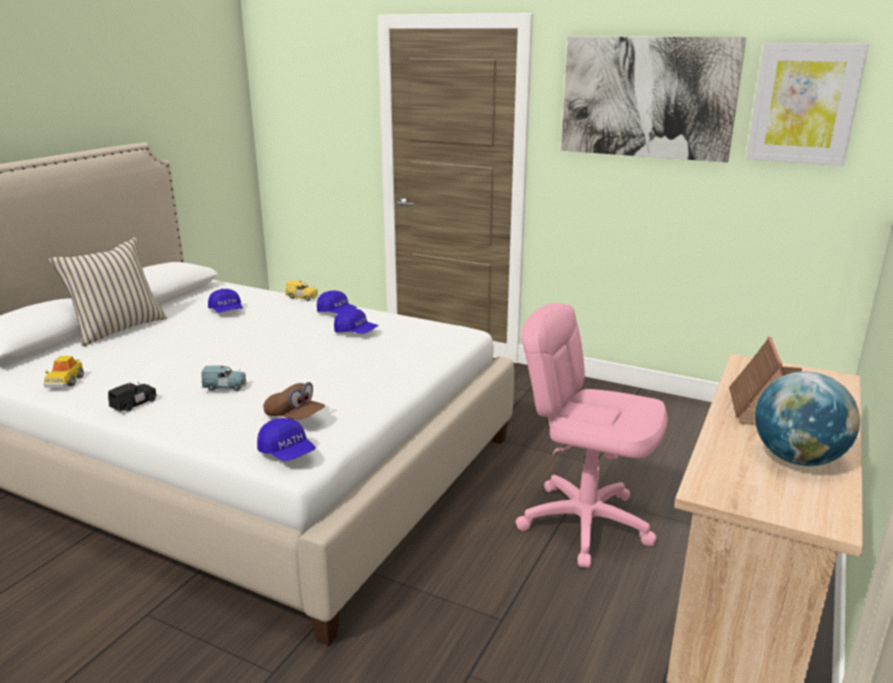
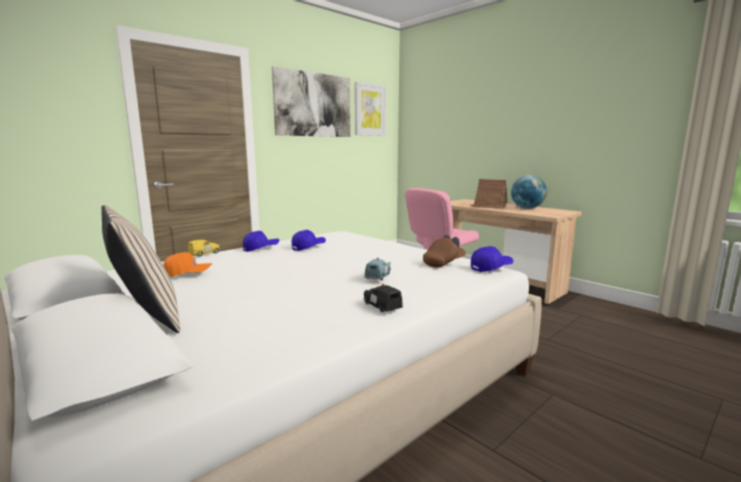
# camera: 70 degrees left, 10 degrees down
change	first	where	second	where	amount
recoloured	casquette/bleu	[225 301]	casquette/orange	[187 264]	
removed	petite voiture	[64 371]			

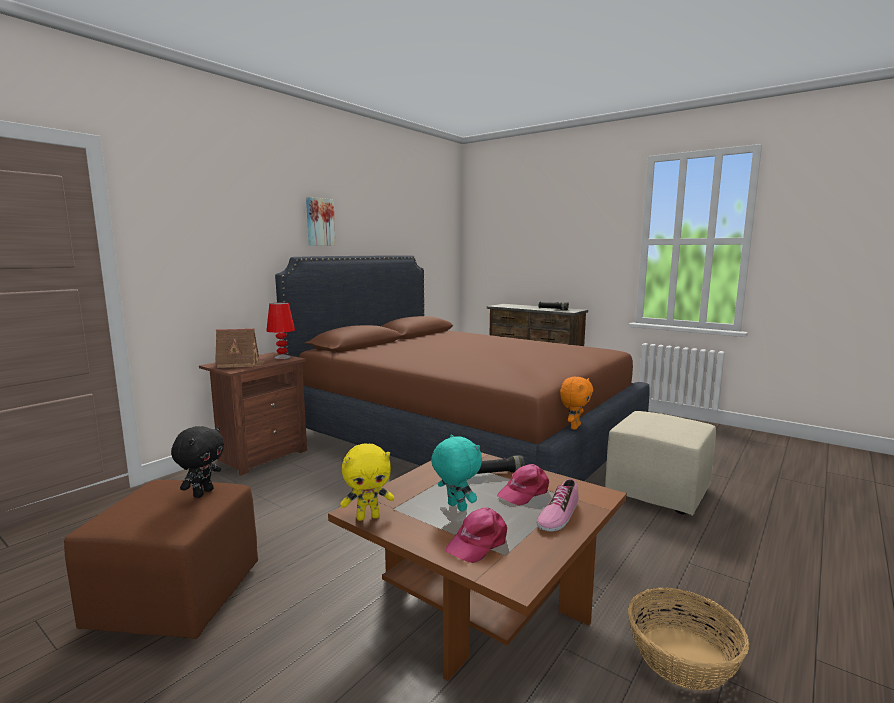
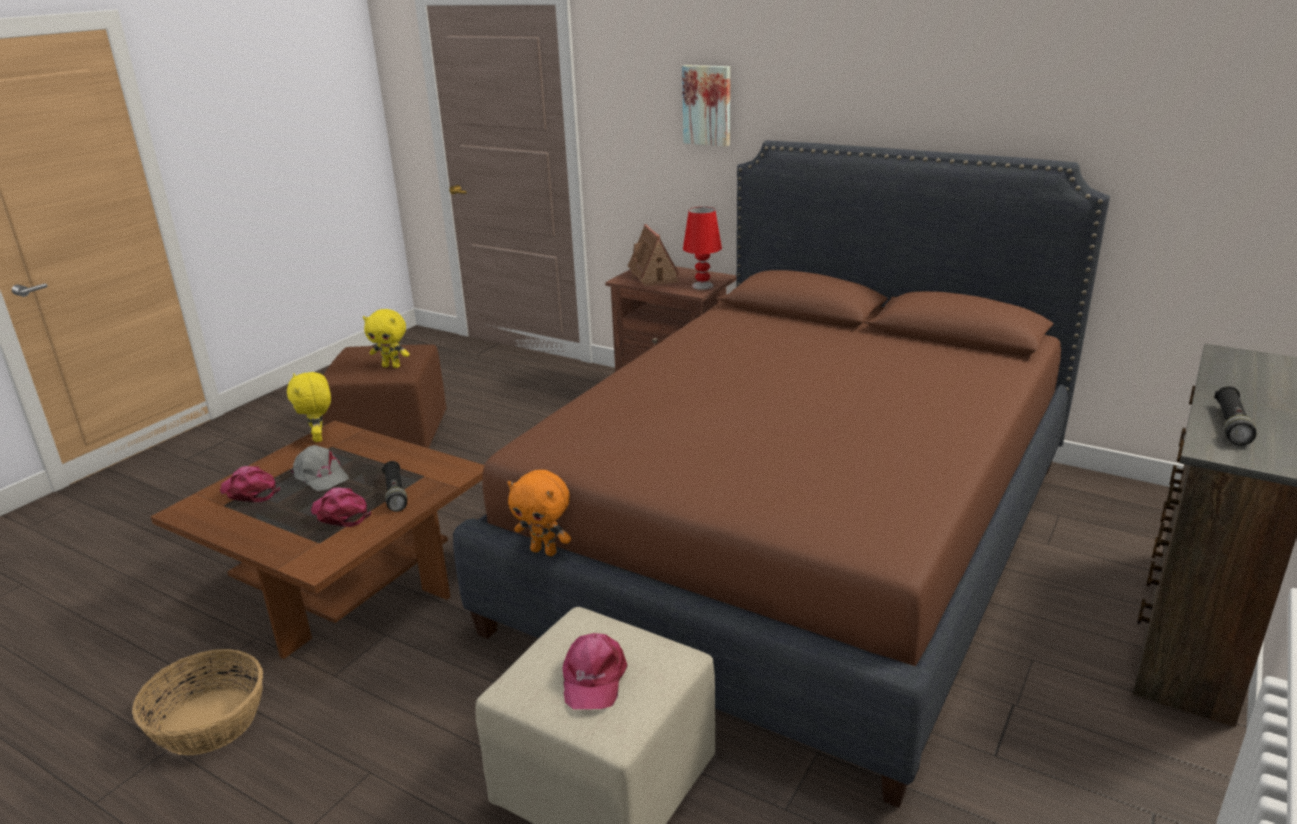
# camera: 85 degrees right, 15 degrees up
change	first	where	second	where	amount
moved	tableau	[321 221]		[706 105]	
recoloured	peluche/noir	[197 462]	peluche/jaune	[386 338]	
replaced	peluche/turquoise	[456 473]	casquette/gris	[319 468]	
removed	chaussure	[558 505]			
added			casquette/rose	[595 671]	

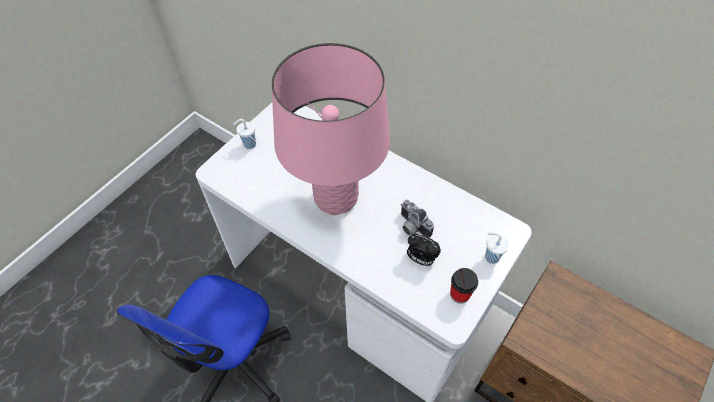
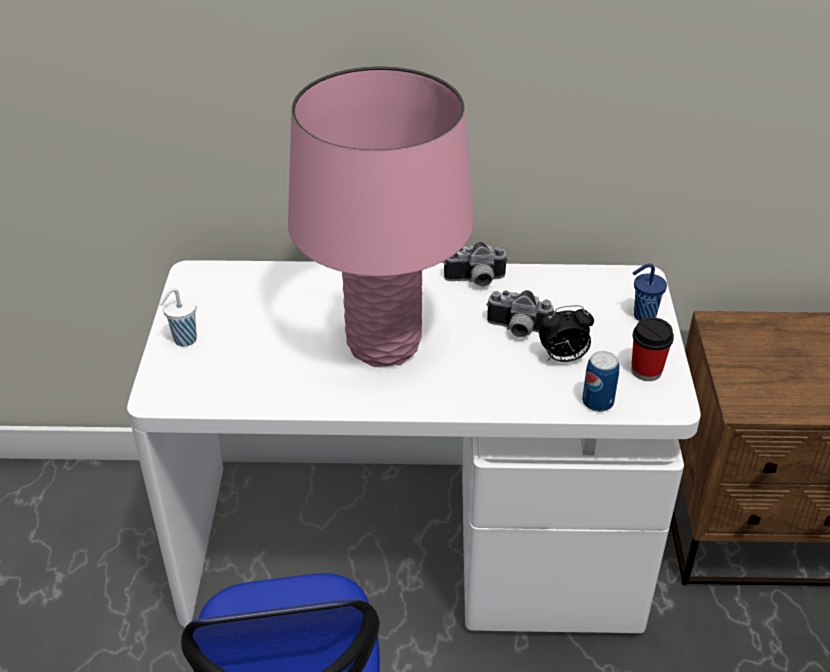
# camera: 35 degrees left, 15 degrees down
change	first	where	second	where	amount
recoloured	tasse/blanc	[497 248]	tasse/bleu	[650 292]	
added			appareil photo	[476 264]	
added			boîte métallique	[600 381]	

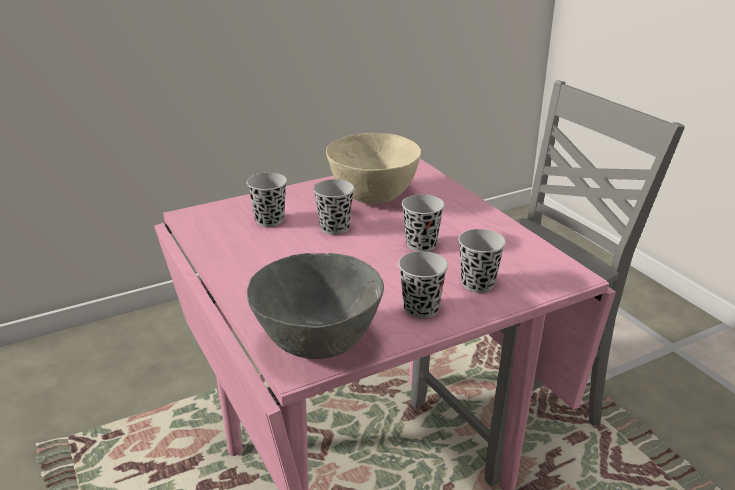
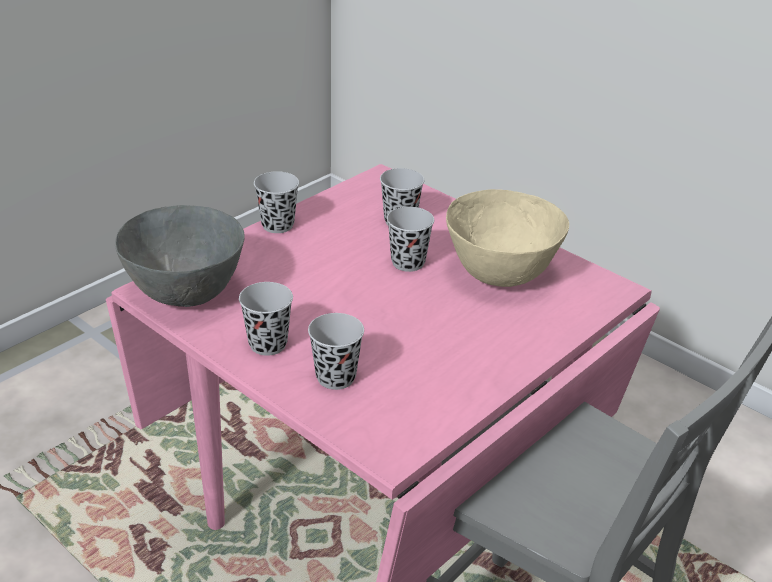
# camera: 70 degrees right, 5 degrees up
change	first	where	second	where	amount
moved	tasse/noir	[423 223]		[276 202]	

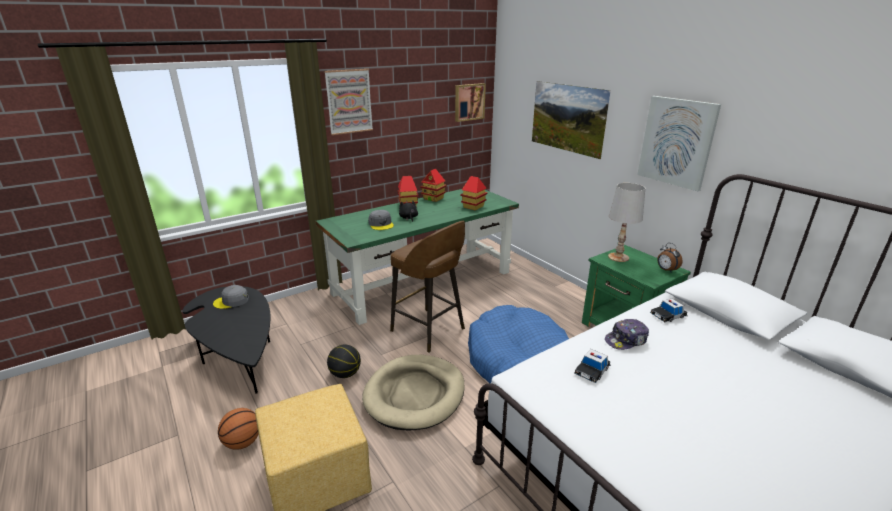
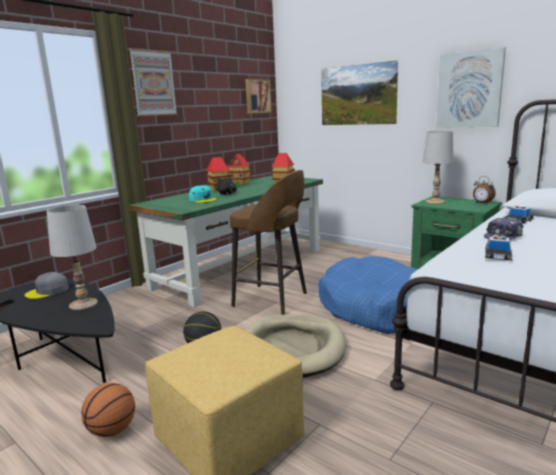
# camera: 15 degrees left, 10 degrees down
change	first	where	second	where	amount
recoloured	casquette/gris	[381 220]	casquette/turquoise	[203 194]	
added			lampe de table/blanc	[72 257]	

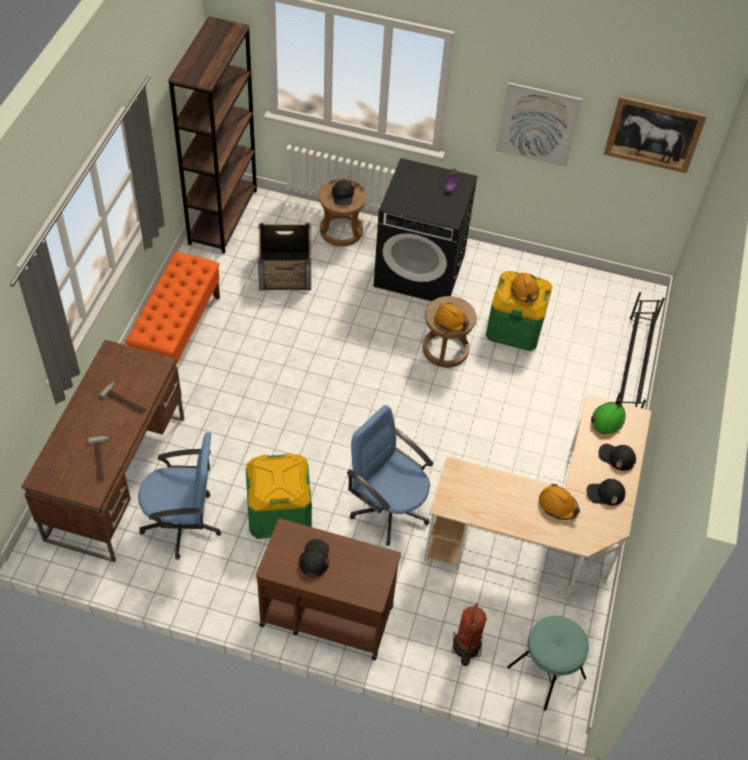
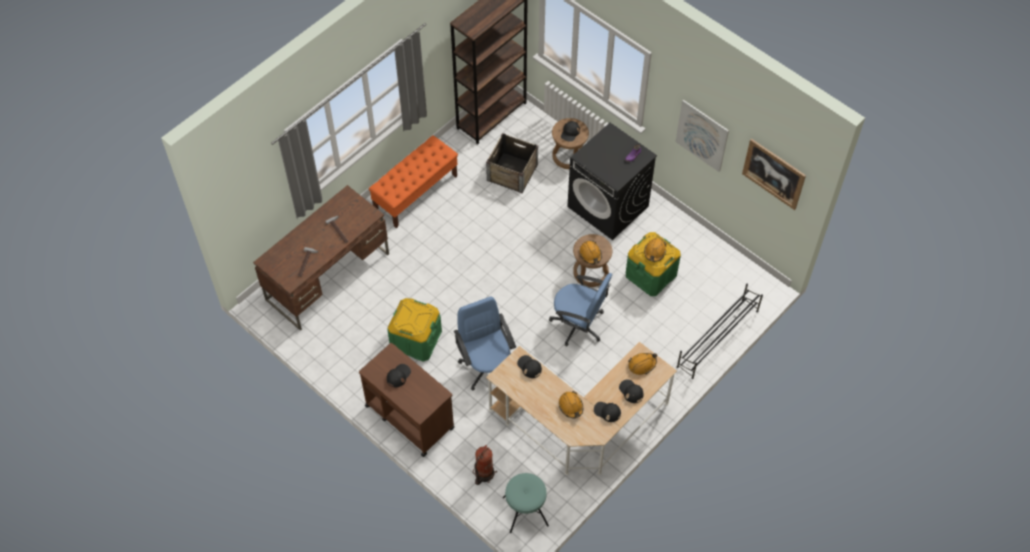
# camera: 30 degrees right, 5 degrees up
change	first	where	second	where	amount
recoloured	casque de chantier/vert	[608 416]	casque de chantier/orange	[642 364]	
moved	chaise de bureau/bleu	[179 496]		[580 309]	
added			casquette/noir	[529 366]	

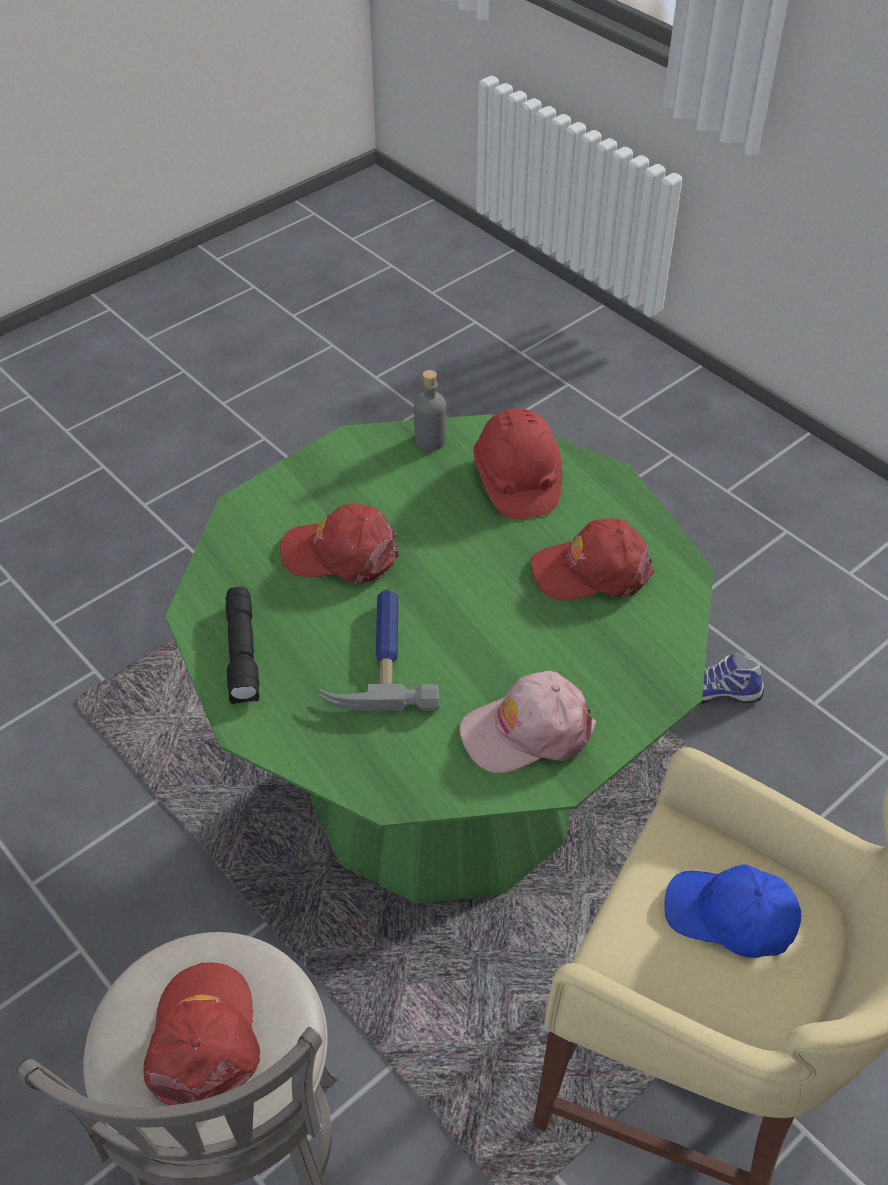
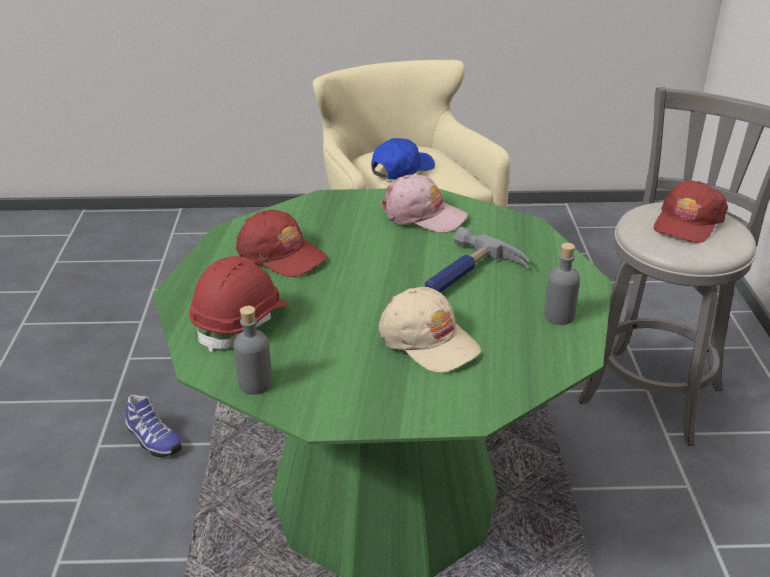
# camera: 140 degrees left, 15 degrees down
change	first	where	second	where	amount
recoloured	casquette/rouge	[339 543]	casquette/beige	[429 330]	
replaced	lampe de poche/noir	[242 645]	bouteille/gris	[562 284]	
turned	casquette/bleu	[732 911]		[403 159]	105 degrees counterclockwise

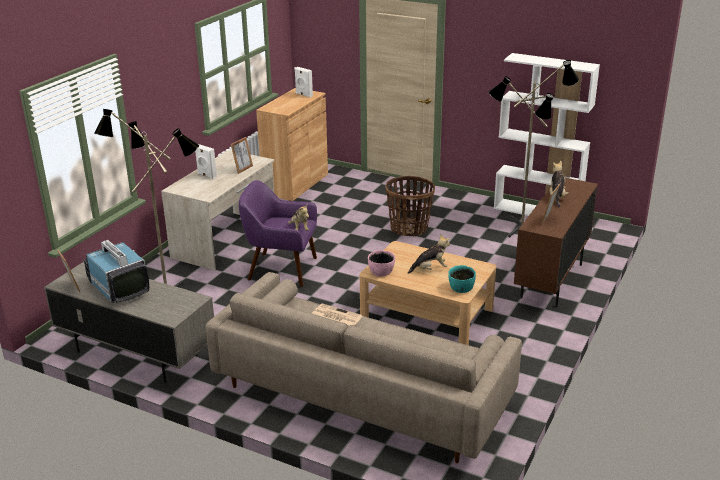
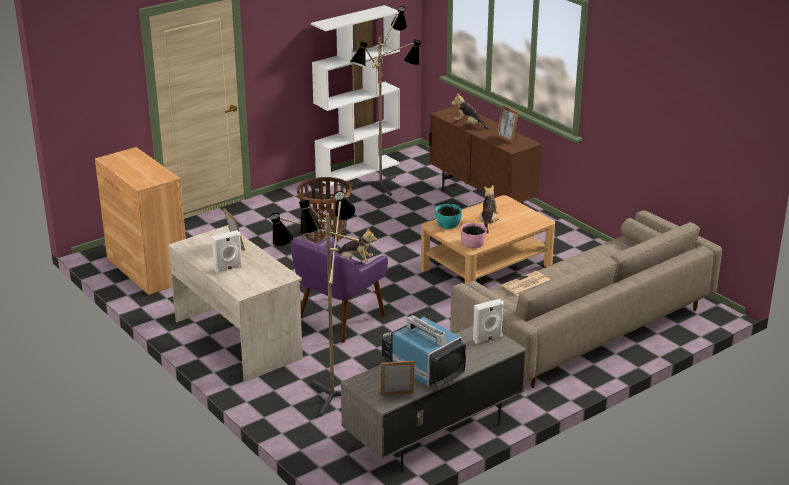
# camera: 65 degrees left, 0 degrees up
change	first	where	second	where	amount
moved	enceinte/blanc	[303 82]		[488 321]	
turned	téléviseur	[116 271]		[423 351]	60 degrees clockwise
moved	bol/turquoise	[462 279]		[448 216]	

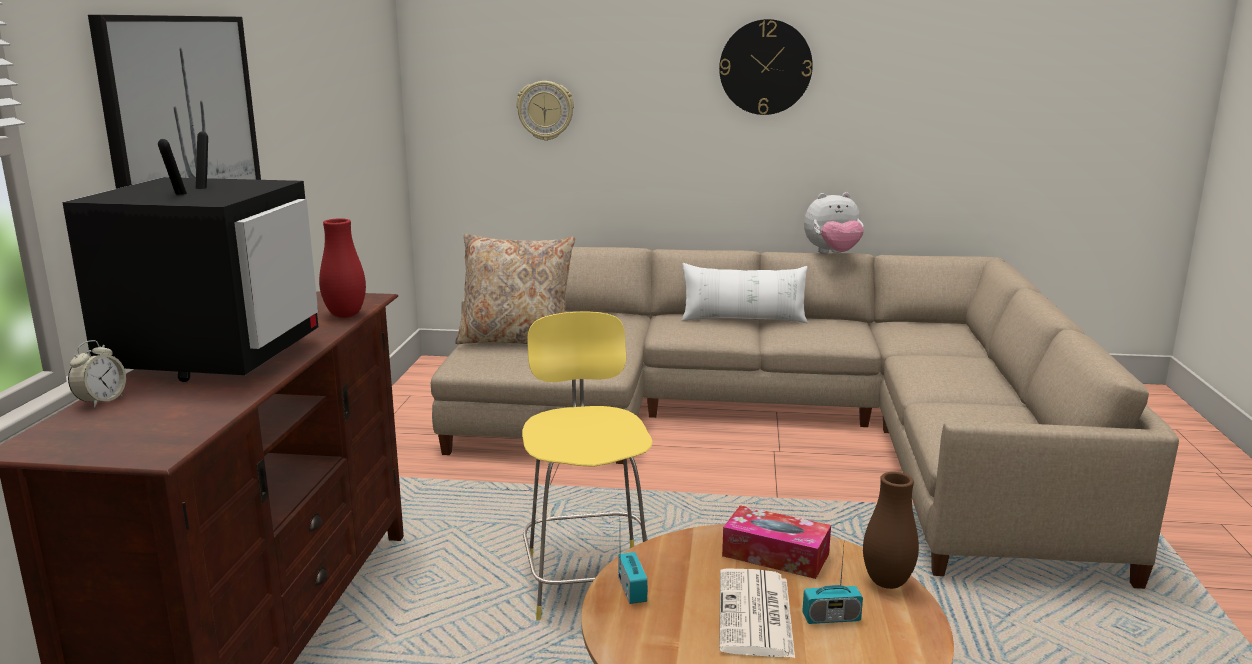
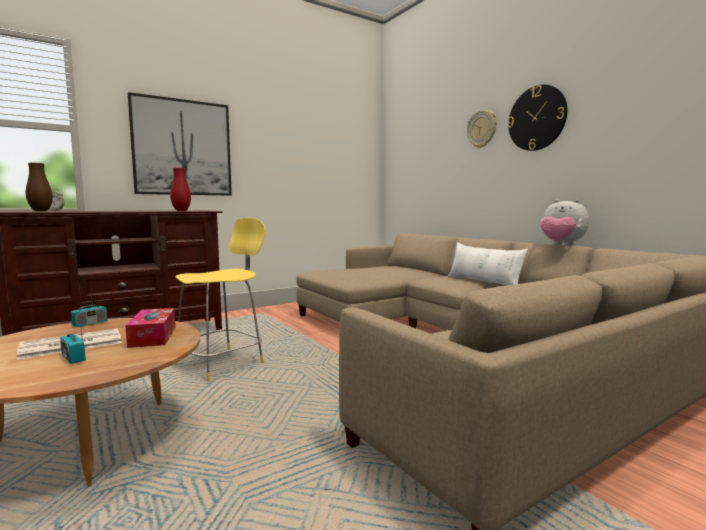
# camera: 50 degrees right, 10 degrees down
change	first	where	second	where	amount
moved	horloge murale	[545 111]		[482 129]	
removed	téléviseur	[190 257]			
removed	coussin/beige	[515 289]			
moved	vase/marron	[891 530]		[39 187]	

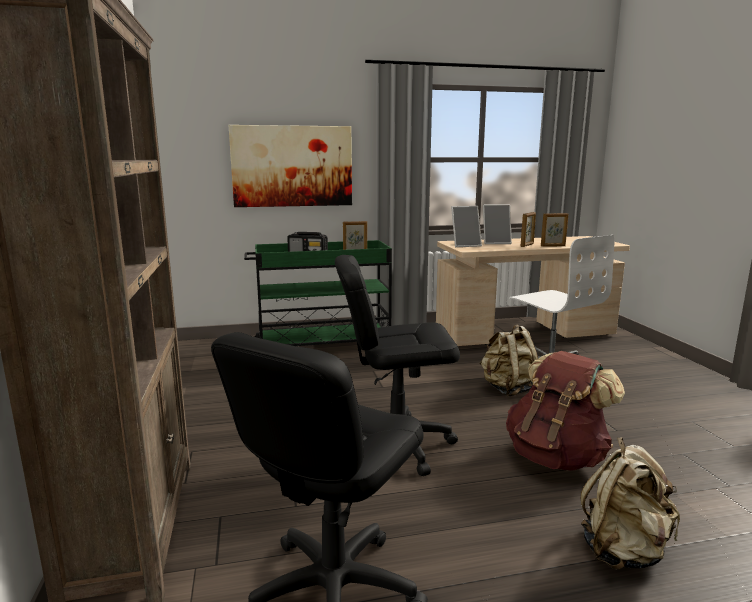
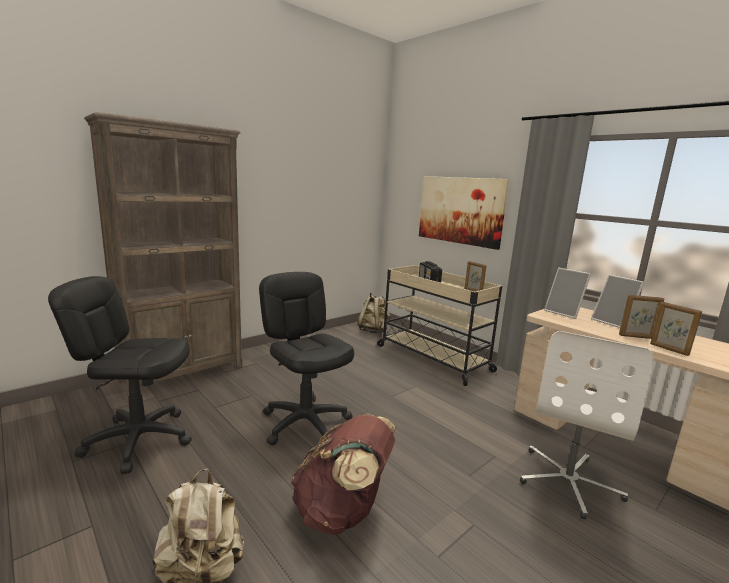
# camera: 60 degrees right, 0 degrees up
change	first	where	second	where	amount
recoloured	chariot/vert	[318 293]	chariot/beige	[439 325]	
moved	sac à dos/beige	[509 360]		[374 313]	

